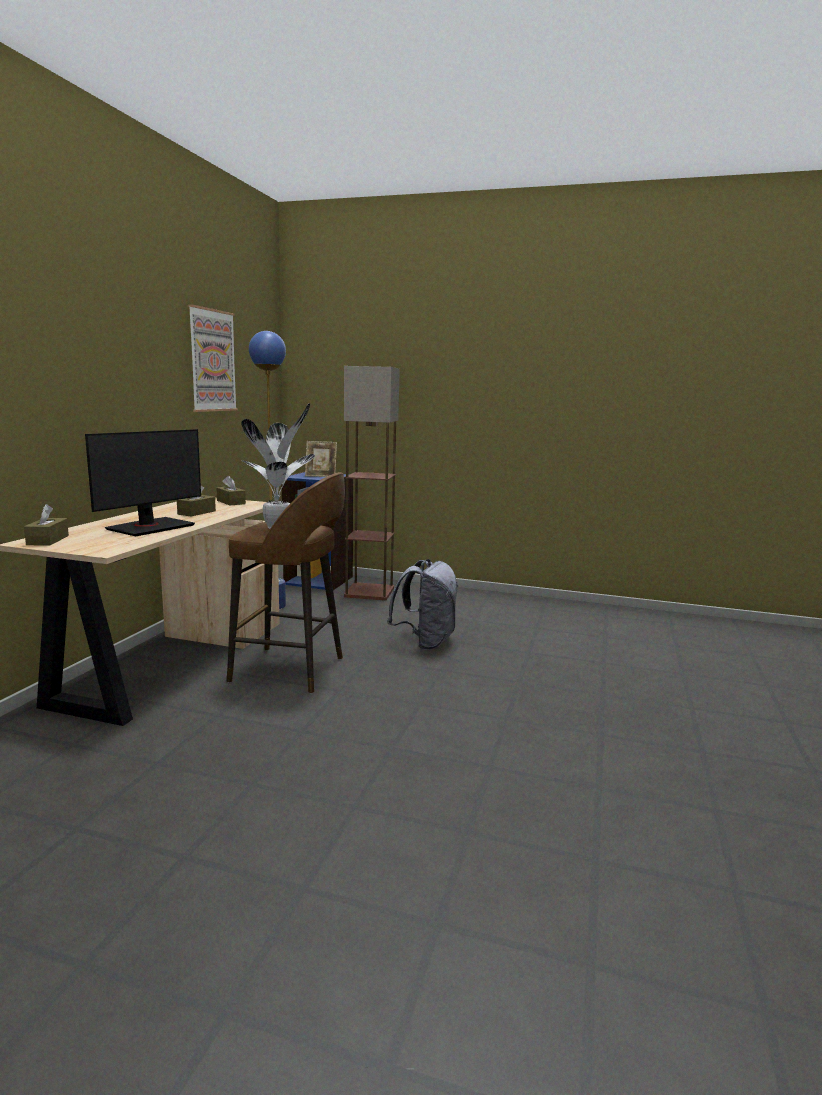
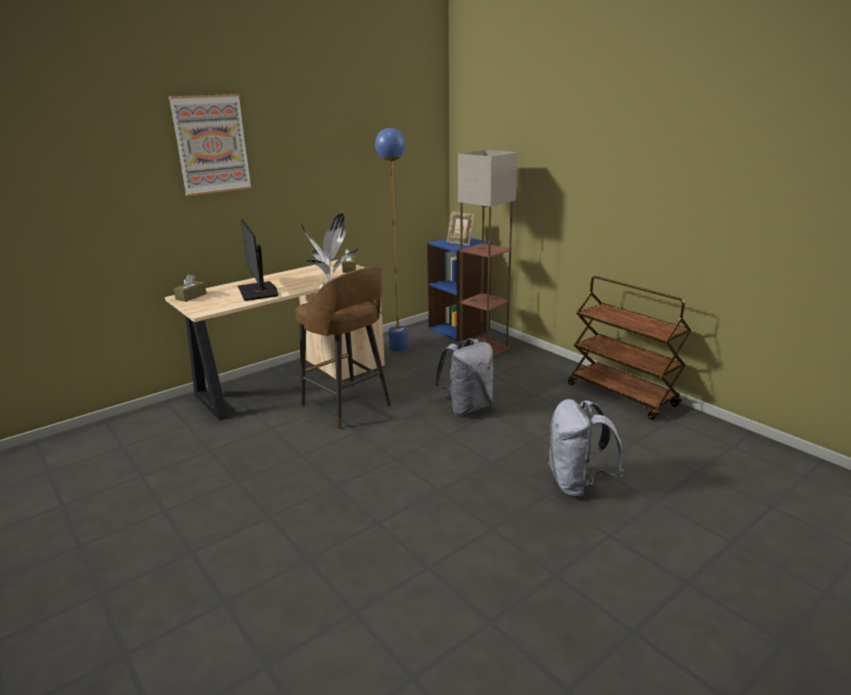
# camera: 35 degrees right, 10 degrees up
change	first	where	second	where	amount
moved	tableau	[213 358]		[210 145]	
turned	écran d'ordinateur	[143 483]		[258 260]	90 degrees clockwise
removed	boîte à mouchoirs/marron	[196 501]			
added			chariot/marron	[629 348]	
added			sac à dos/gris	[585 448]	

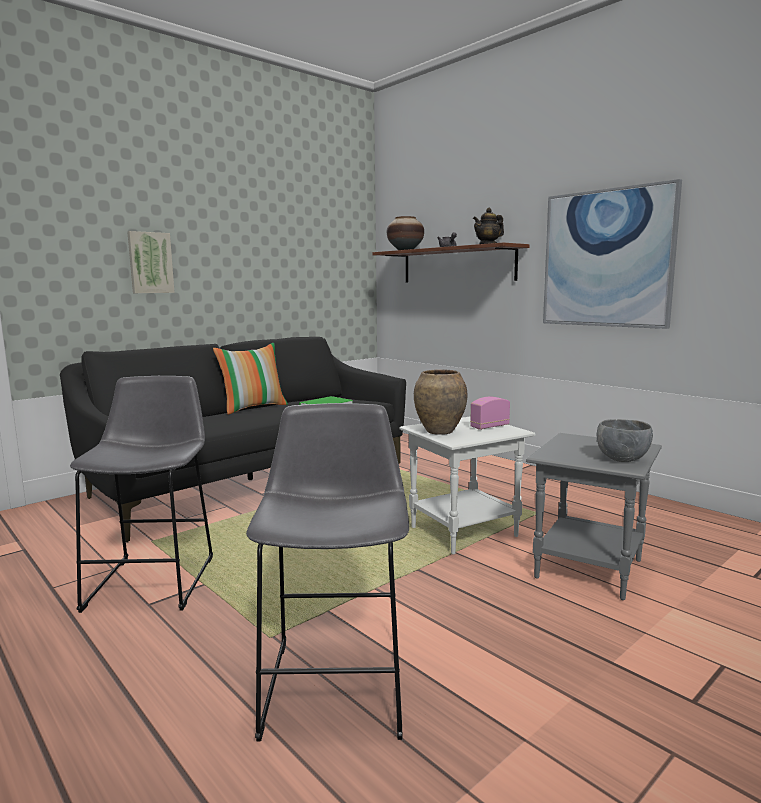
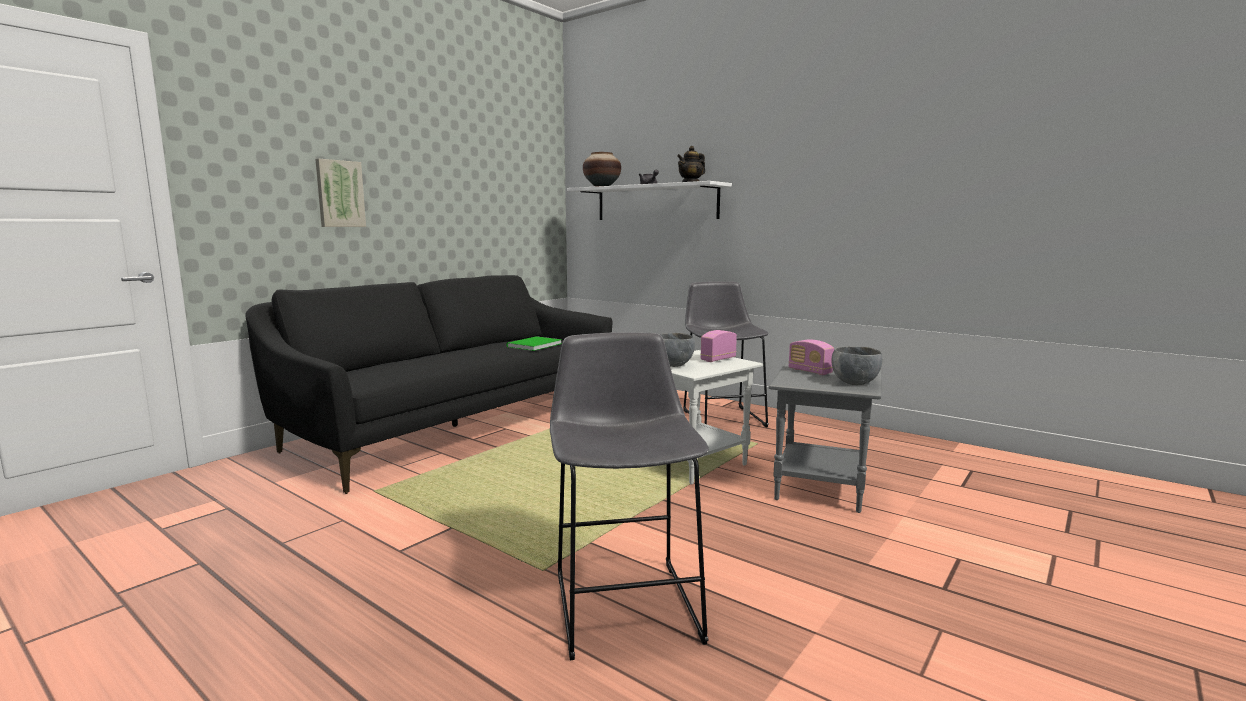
# camera: 10 degrees left, 0 degrees up
change	first	where	second	where	amount
removed	tableau	[612 254]			
recoloured	étagère/marron	[451 262]	étagère/blanc	[649 200]	
removed	coussin	[250 379]			
replaced	vase/marron	[440 402]	bol/gris	[677 350]	
moved	tabouret/gris	[141 494]		[726 354]	
added			radio	[811 357]	

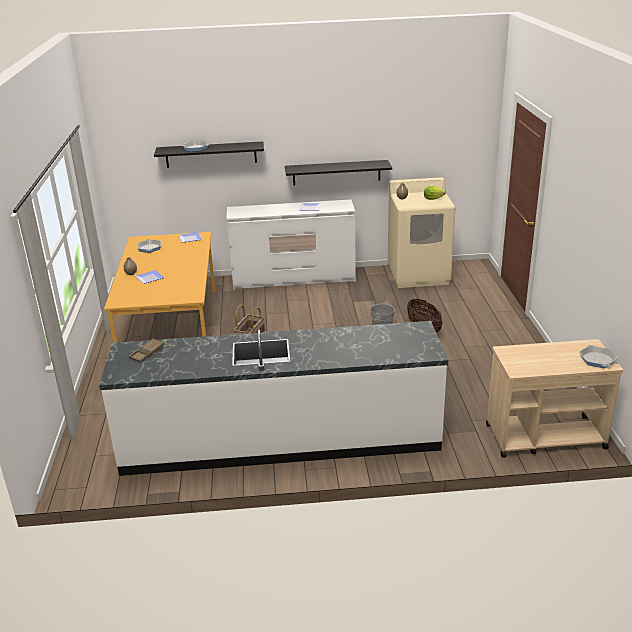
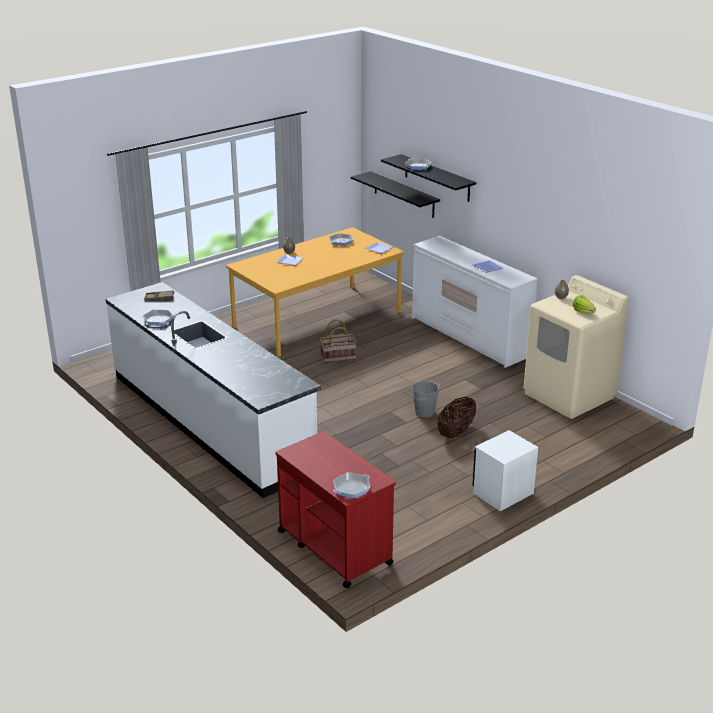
# camera: 55 degrees right, 0 degrees up
change	first	where	second	where	amount
moved	étagère/noir	[338 172]		[395 194]	
recoloured	chariot/beige	[554 398]	chariot/rouge	[336 509]	
added			poêle	[158 317]	
added			table de chevet/blanc	[505 470]	

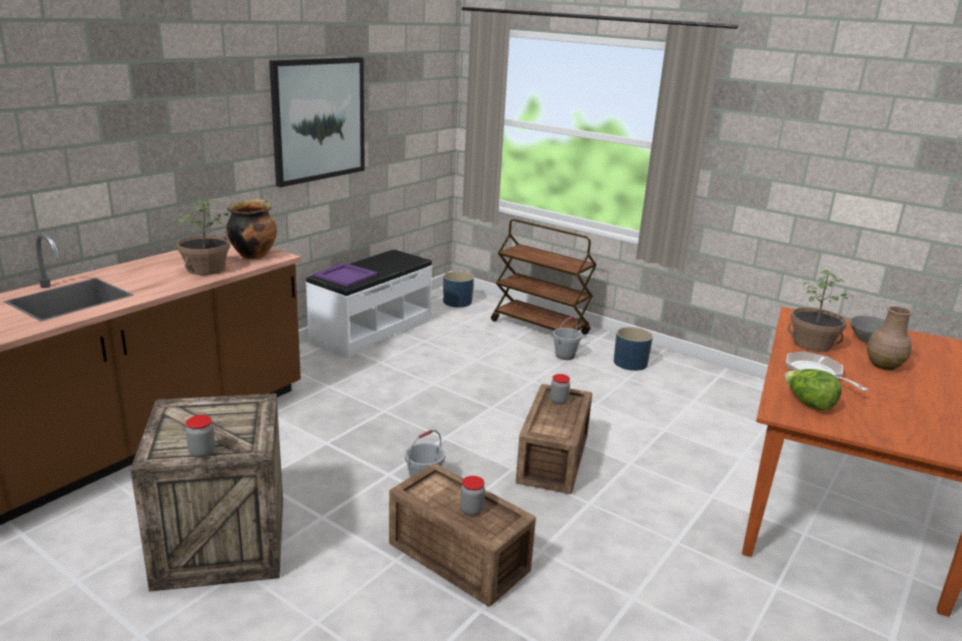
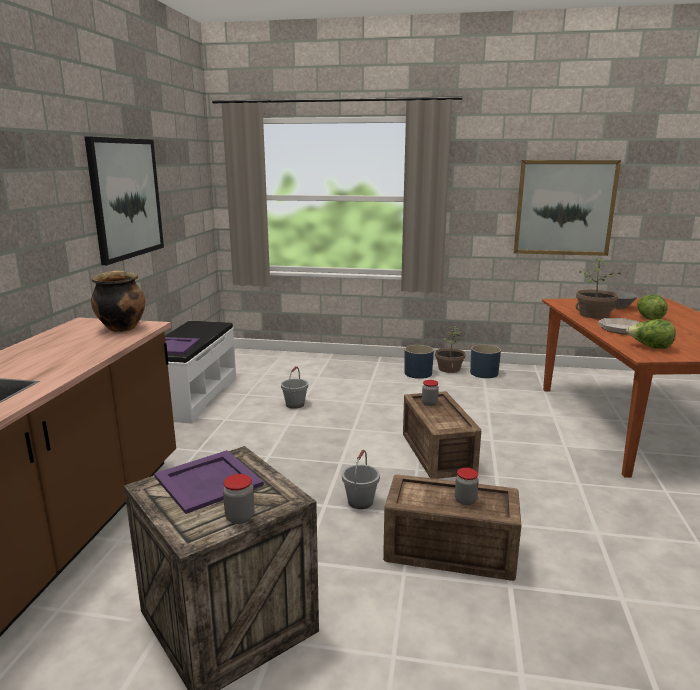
# camera: 25 degrees left, 5 degrees down
change	first	where	second	where	amount
moved	plante en pot	[203 236]		[450 349]	
removed	chariot/marron	[543 277]			
moved	cache-pot/bleu	[458 289]		[485 361]	
replaced	vase/marron	[889 338]	laitue	[652 307]	
moved	seau/gris	[567 338]		[294 387]	
added			tableau	[567 208]	
added			plateau/violet	[209 482]	

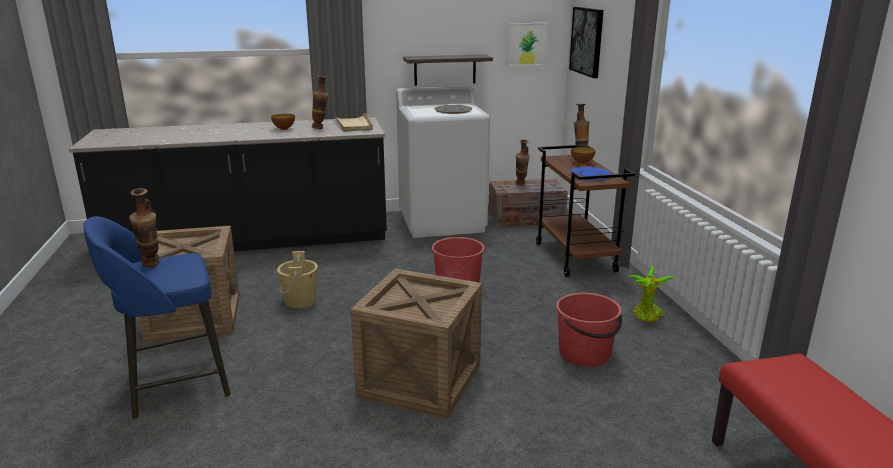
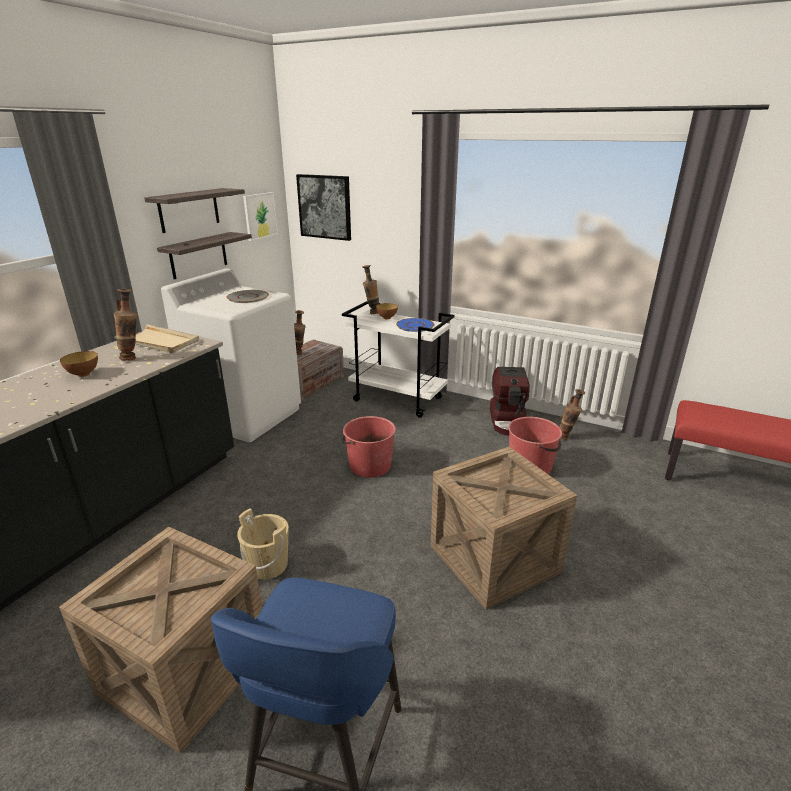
# camera: 50 degrees left, 5 degrees up
change	first	where	second	where	amount
recoloured	chariot/marron	[585 211]	chariot/blanc	[398 359]	
moved	vase	[144 227]		[572 414]	
replaced	plante en pot	[652 294]	machine à café	[510 401]	
added			étagère	[194 210]	

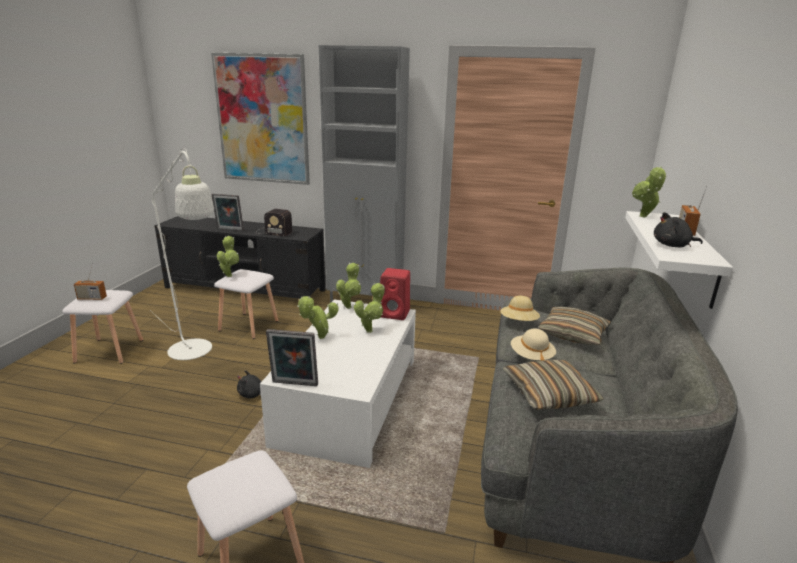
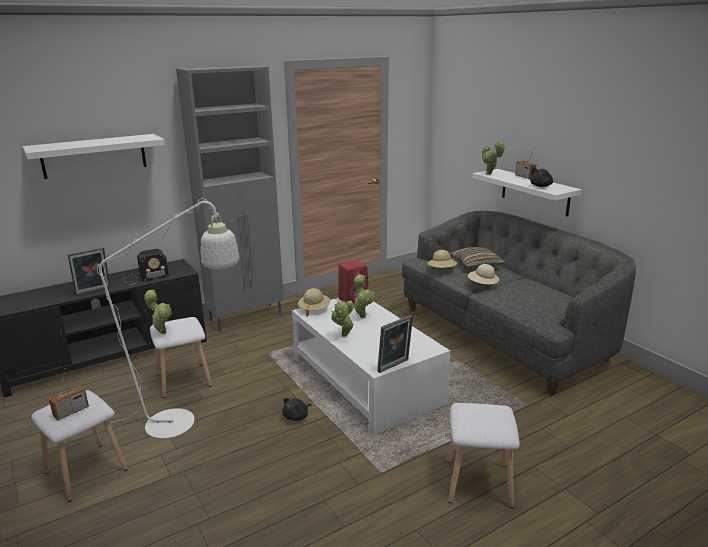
# camera: 45 degrees left, 0 degrees up
change	first	where	second	where	amount
replaced	tableau	[260 119]	étagère/blanc	[93 156]	
replaced	plante en pot	[348 286]	chapeau/beige	[314 302]	
removed	coussin	[553 385]			

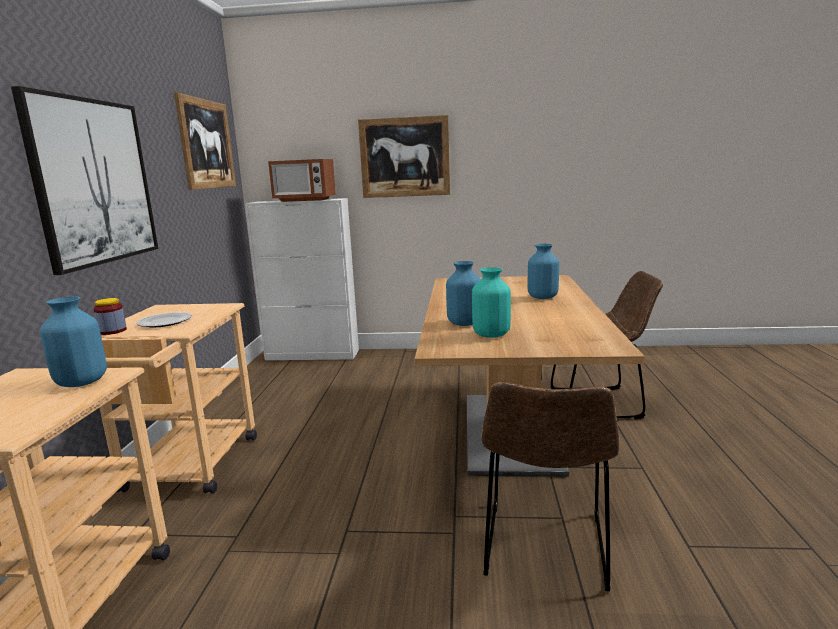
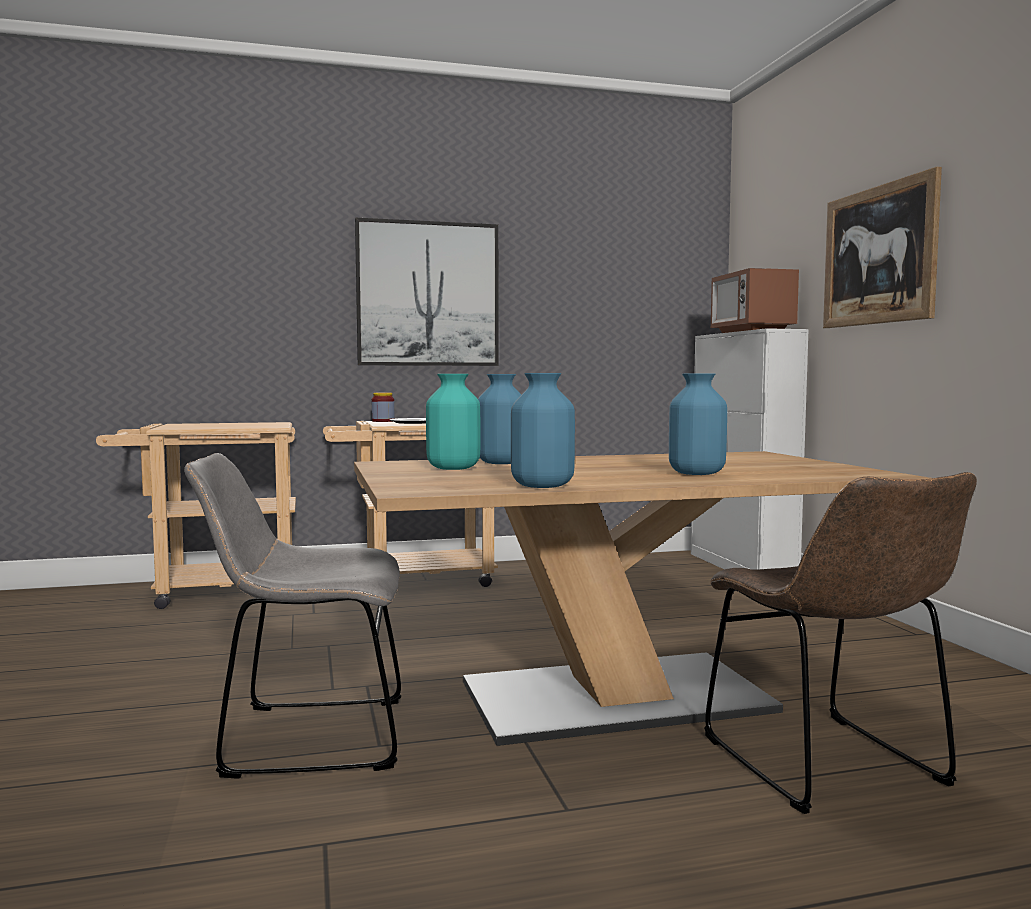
# camera: 70 degrees right, 10 degrees down
change	first	where	second	where	amount
removed	tableau	[205 141]			
moved	vase/bleu	[73 341]		[543 430]	
recoloured	chaise/marron	[550 486]	chaise/gris	[292 616]	

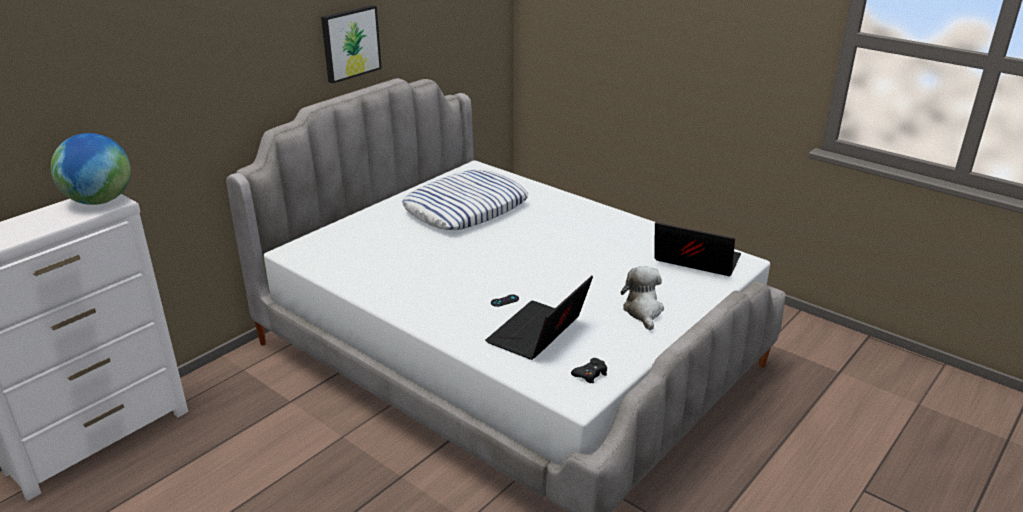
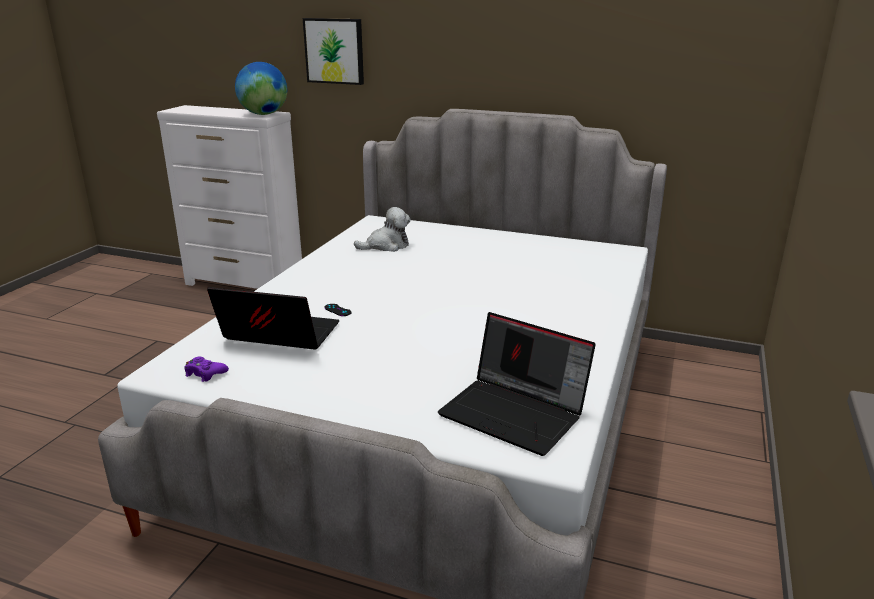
# camera: 70 degrees right, 5 degrees down
change	first	where	second	where	amount
moved	tableau	[351 44]		[333 51]	
removed	coussin	[465 200]			
turned	ordinateur portable	[697 249]		[517 384]	120 degrees clockwise
moved	peluche	[642 298]		[382 229]	
recoloured	manette/noir	[589 371]	manette/violet	[206 369]	

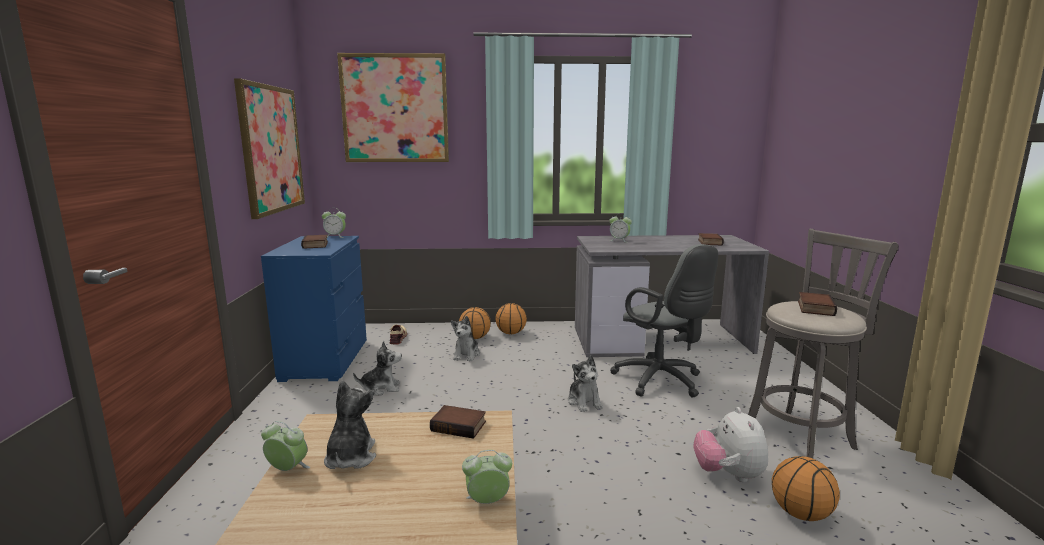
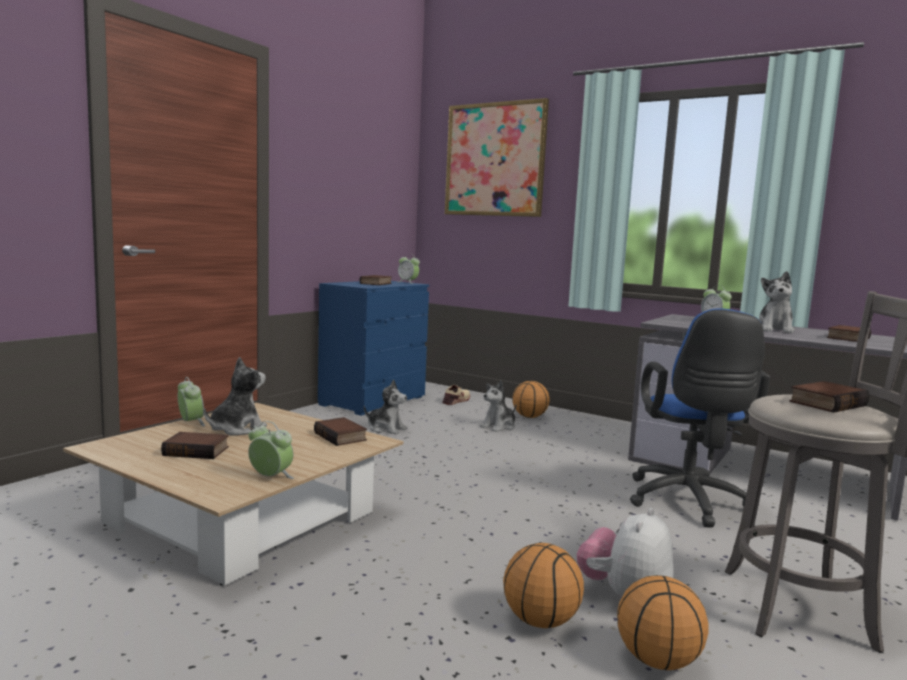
# camera: 35 degrees right, 5 degrees down
change	first	where	second	where	amount
removed	tableau	[269 148]			
recoloured	chaise de bureau/gris	[664 321]	chaise de bureau/bleu	[700 418]	
moved	ballon de basket	[511 318]		[543 585]	
moved	peluche	[585 383]		[777 302]	
added			livre	[195 445]	

